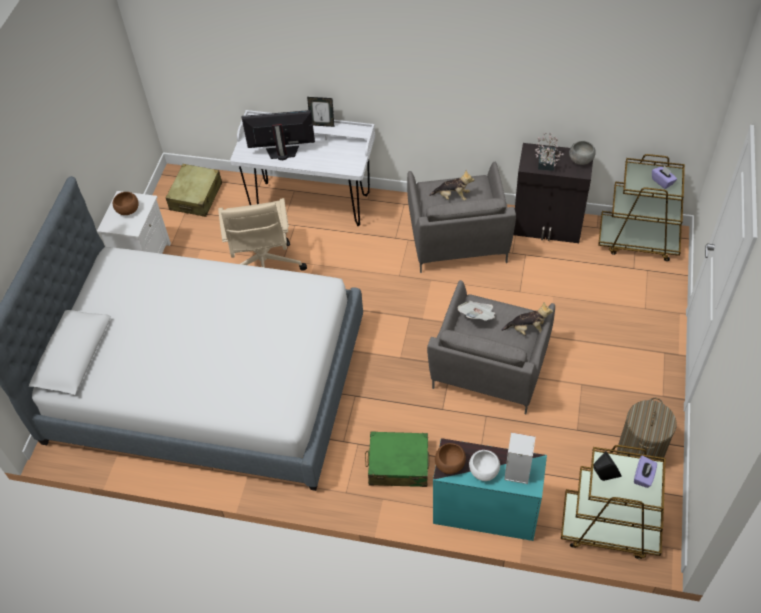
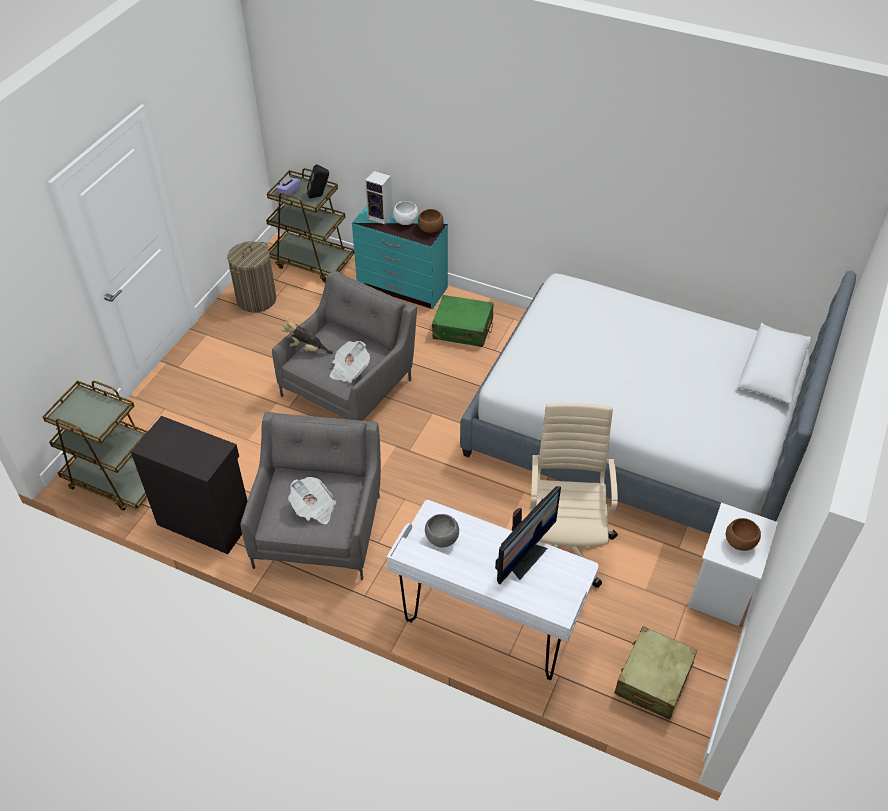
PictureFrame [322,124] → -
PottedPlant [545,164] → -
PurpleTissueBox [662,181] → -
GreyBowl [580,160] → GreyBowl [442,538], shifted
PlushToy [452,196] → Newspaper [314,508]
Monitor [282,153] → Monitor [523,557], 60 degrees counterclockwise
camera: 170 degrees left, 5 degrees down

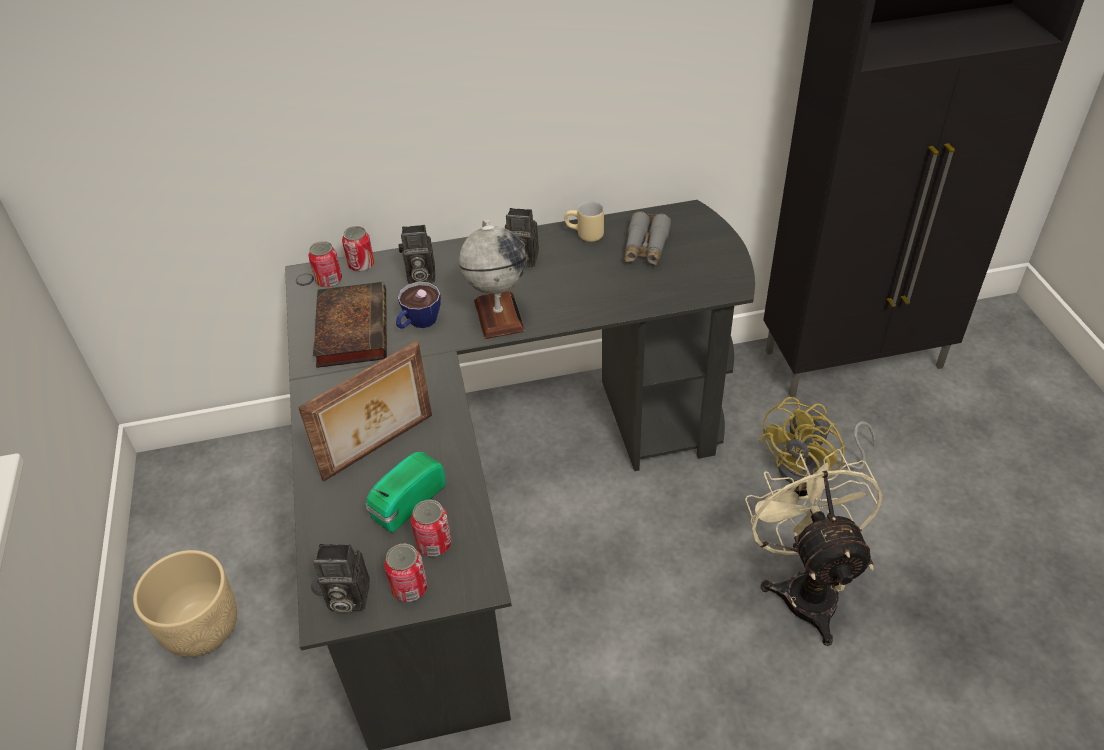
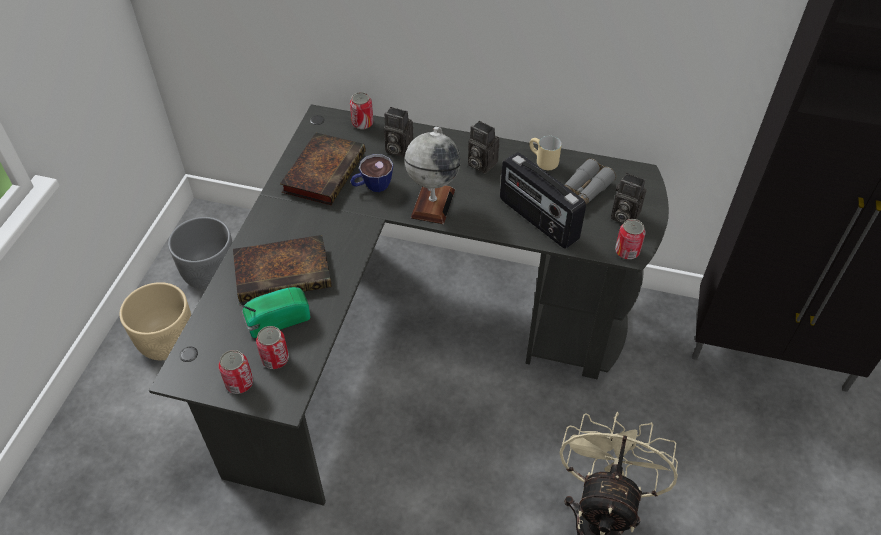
YellowFan [811,468] → -
- → GreyPlanter [211,273]
- → Radio [537,220]
Can [329,280] → Can [627,251], shifted
PhotoCamera [346,598] → PhotoCamera [623,216], shifted
PictureFrame [380,448] → Book [285,272]
camera: 25 degrees right, 5 degrees up

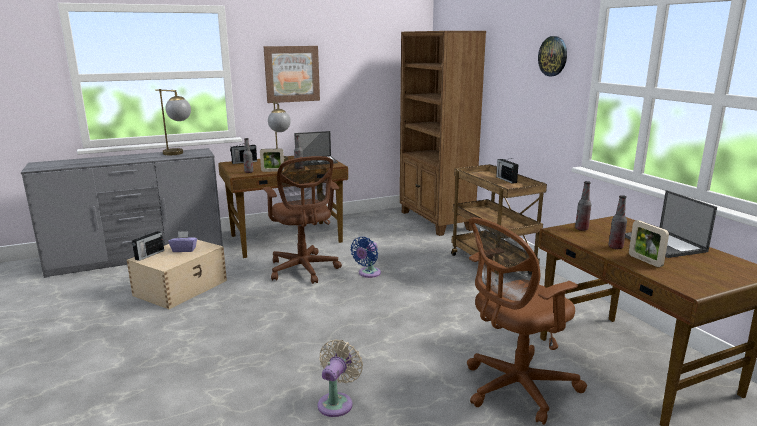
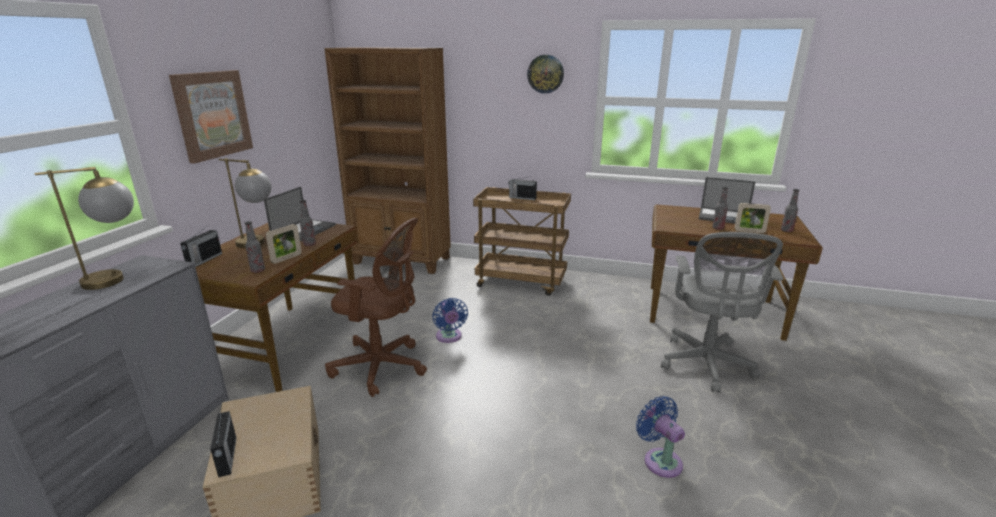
PurpleTissueBox [184,250] → -
Bottle [581,229] → Bottle [786,231], shifted
BeigeFan [337,402] → BlueFan [660,460]
BrownOfficeChair [515,389] → GreyOfficeChair [706,365]
camera: 50 degrees left, 5 degrees up

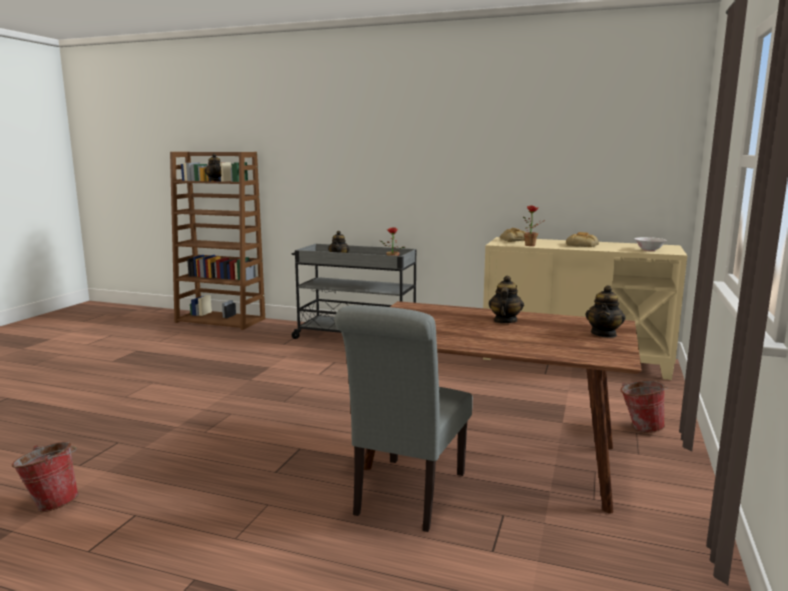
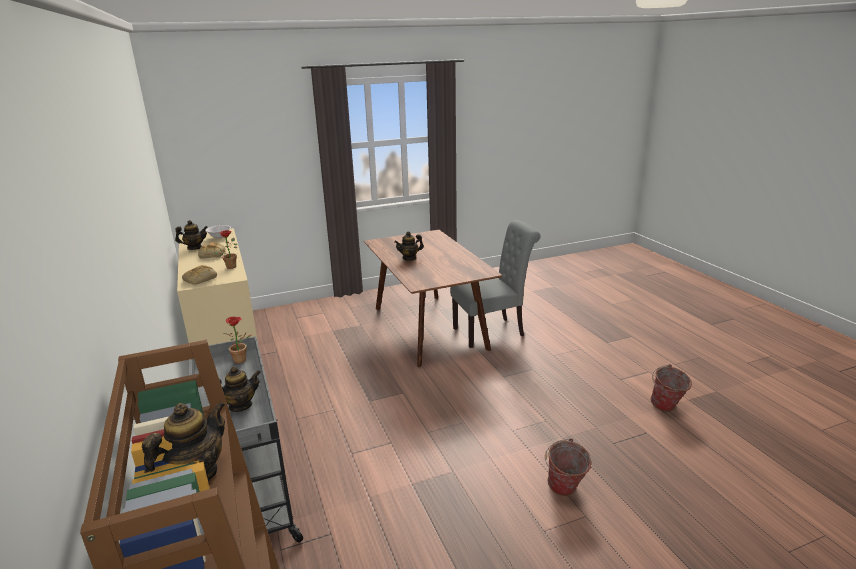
Teapot [604,334] → Teapot [194,248], shifted
Bucket [640,427] → Bucket [564,491], shifted
camera: 130 degrees left, 10 degrees up

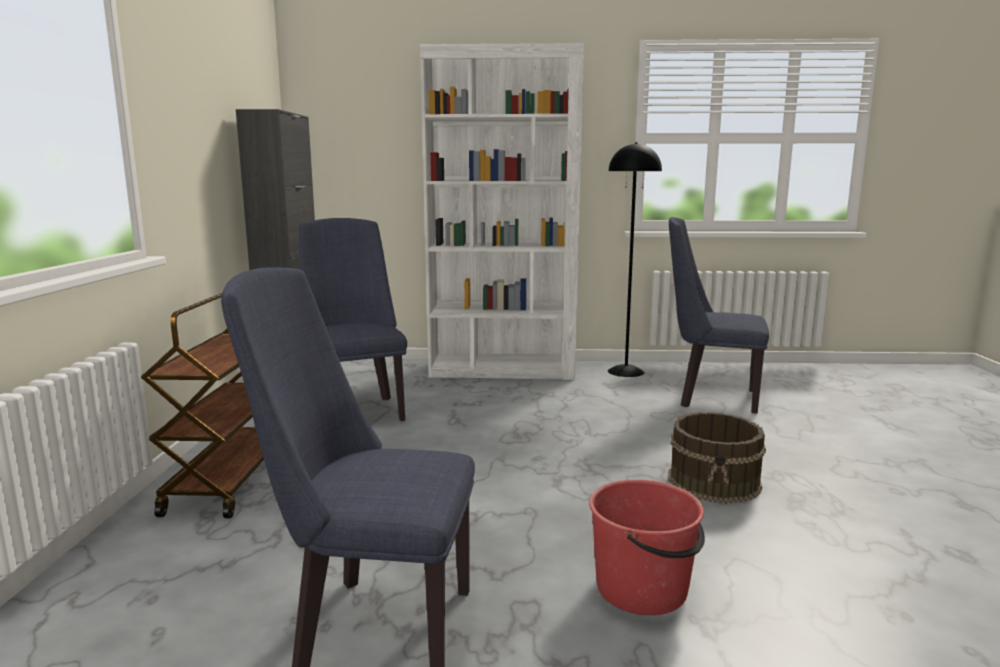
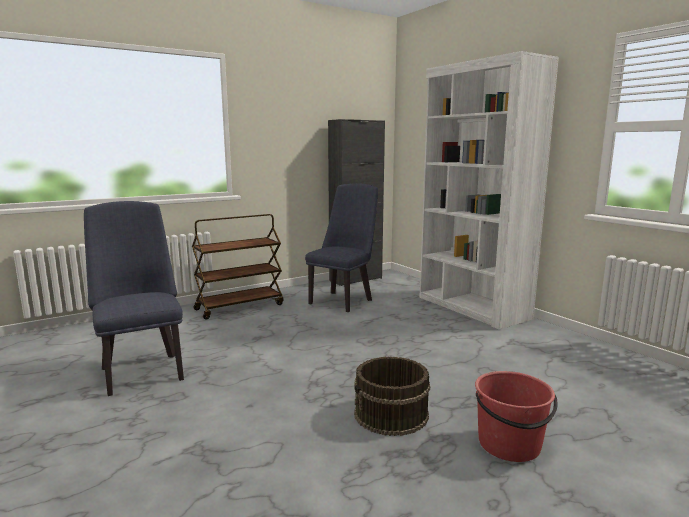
BlackFloorLamp [625,371] → -
BlueChair [709,397] → -
RedBucket [643,589] → RedBucket [509,445], shifted
camera: 55 degrees right, 0 degrees up

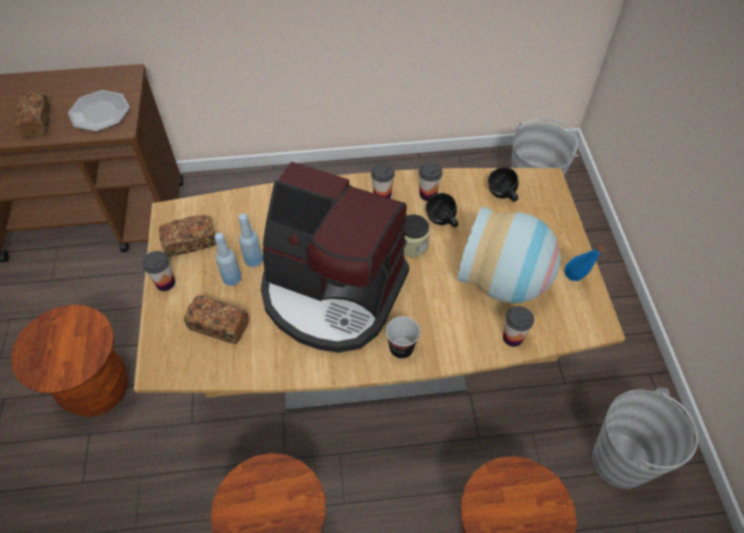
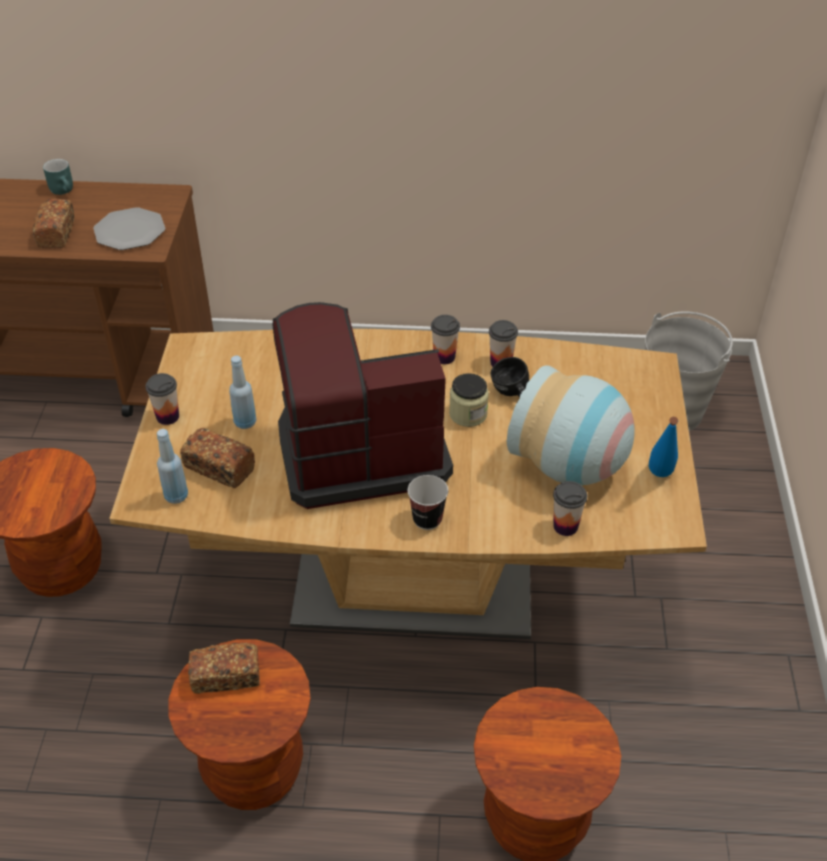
BlackMug [502,196] → -
GreyBucket [621,461] → -
- → TurquoiseMug [65,190]
Bread [190,242] → Bread [226,676], shifted
BlueBottle [253,260] → BlueBottle [176,496], shifted
CoffeeMachine [332,292] → CoffeeMachine [359,451], 135 degrees clockwise
camera: 10 degrees right, 10 degrees down

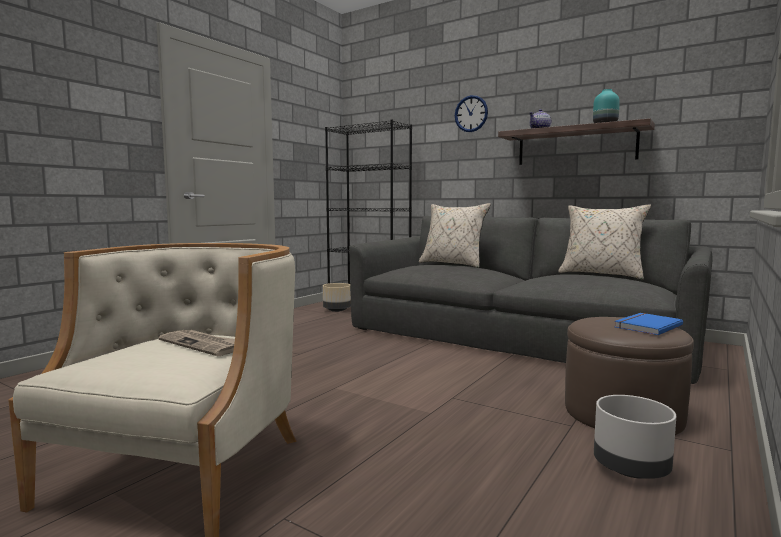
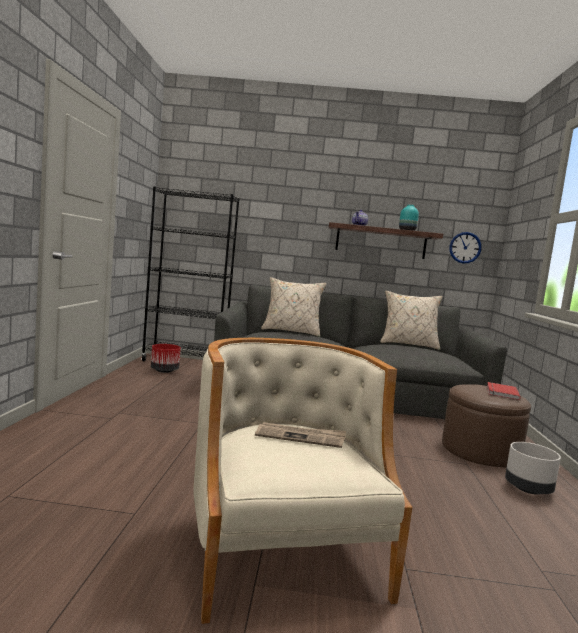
WallClock [471,113] → WallClock [465,247], shifted
BeigePlanter [337,310] → RedPlanter [164,371]
BlueBook [646,326] → RedBook [501,392]
camera: 30 degrees left, 0 degrees up

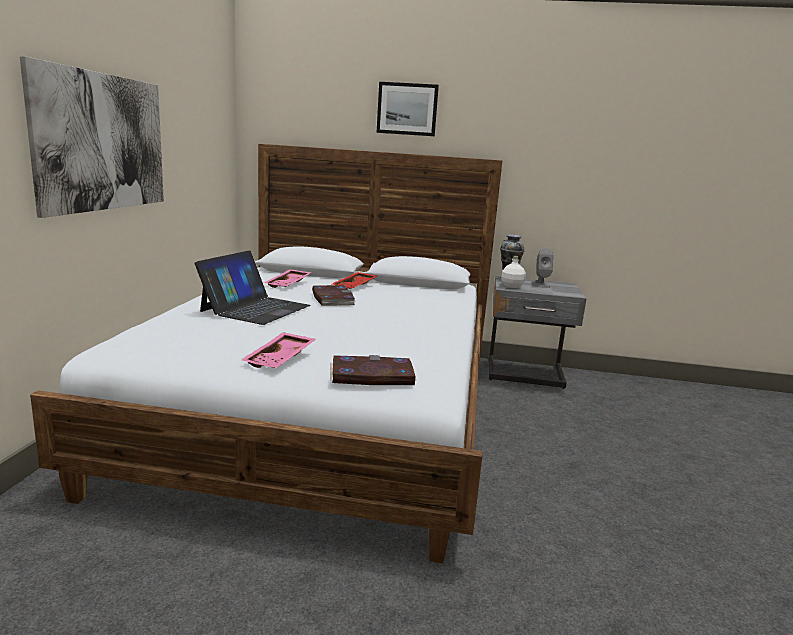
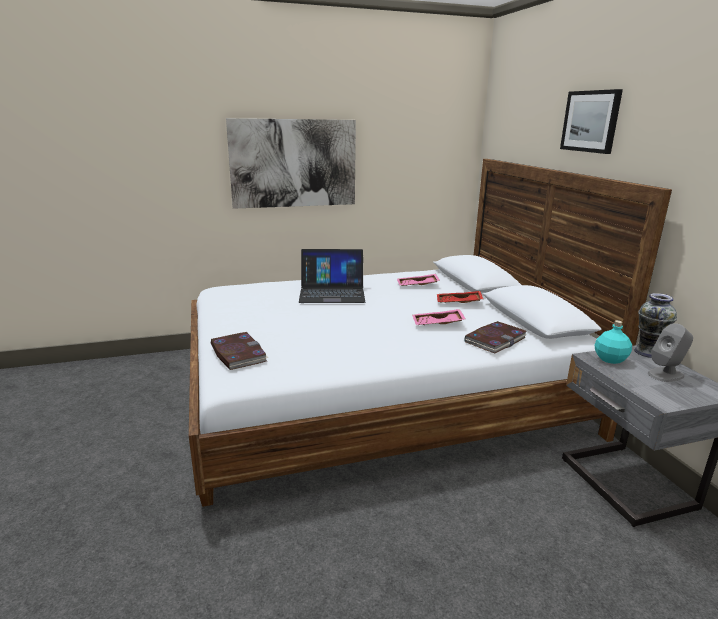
PinkTray [281,359] → PinkTray [438,324], shifted
Book [332,298] → Book [495,339], shifted
WhiteBottle [512,286] → TurquoiseBottle [609,359]
camera: 65 degrees right, 5 degrees up

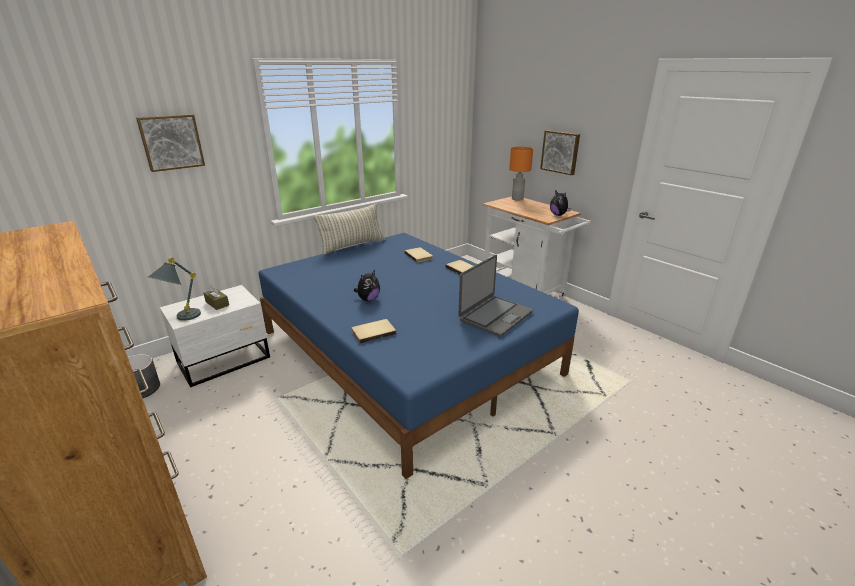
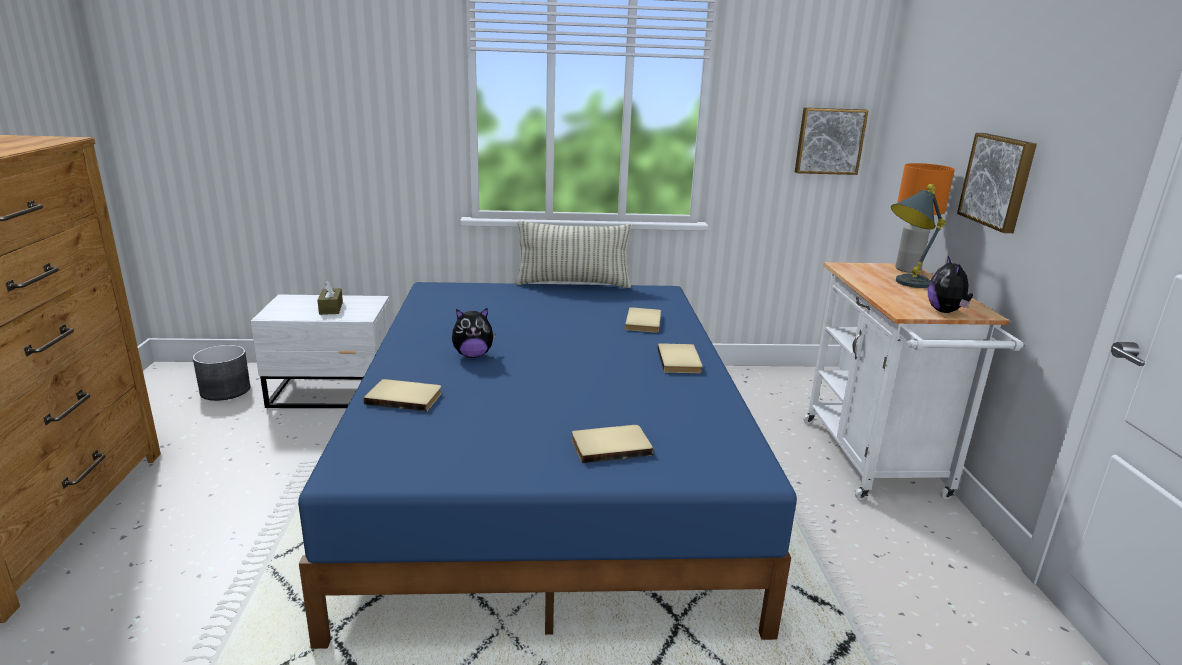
Picture [171,142] → Picture [829,141], shifted
GreyTableLamp [181,319] → GreyTableLamp [904,284], shifted
Laptop [495,316] → BeigeBook [610,445]
camera: 35 degrees right, 5 degrees down

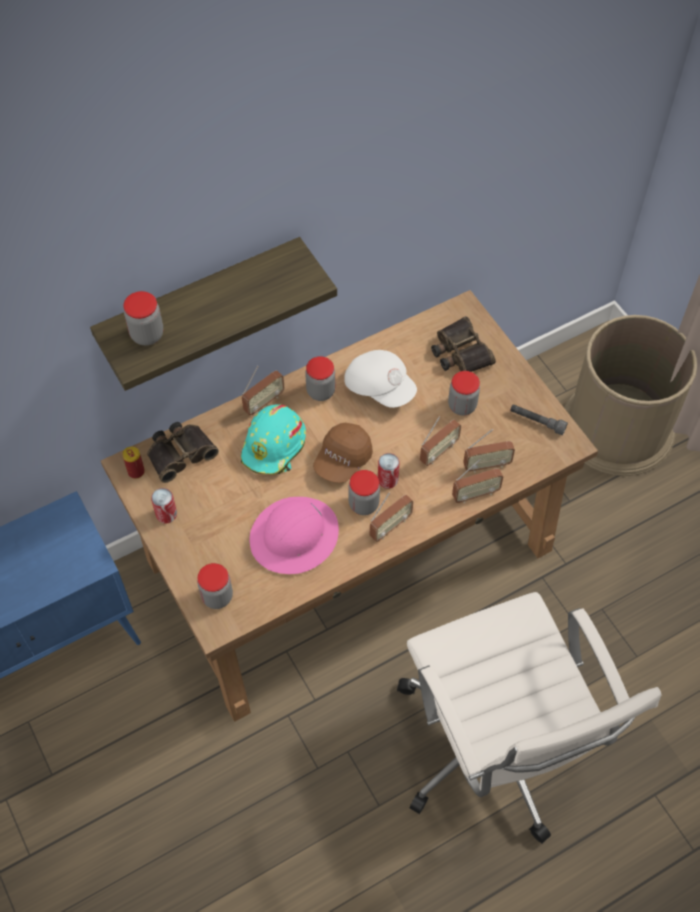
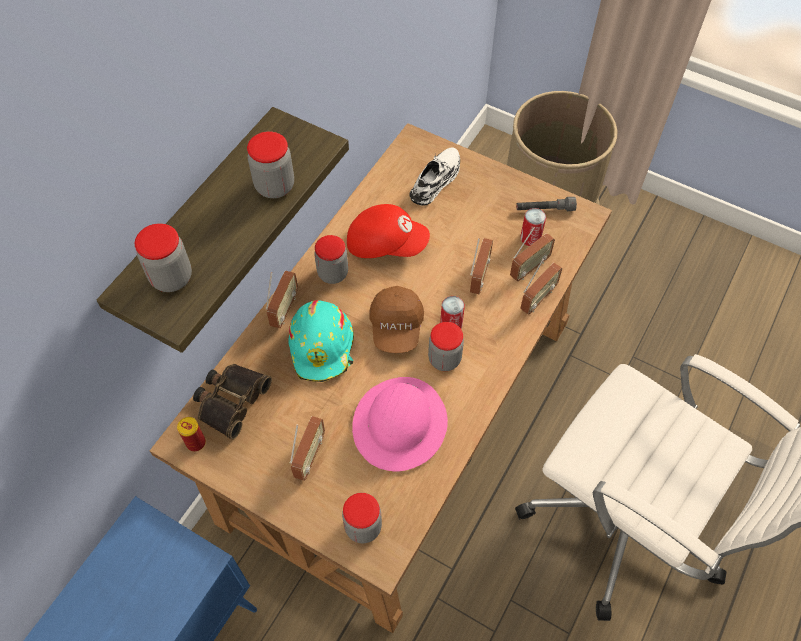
Can [166,514] → Can [530,238], shifted
Radio [390,526] → Radio [309,456], shifted
Jar [462,405] → Jar [275,186], shifted
Binoculars [459,352] → WhiteShoe [436,180]
WhiteCap [380,387] → RedCap [386,243]
camera: 30 degrees left, 0 degrees up

